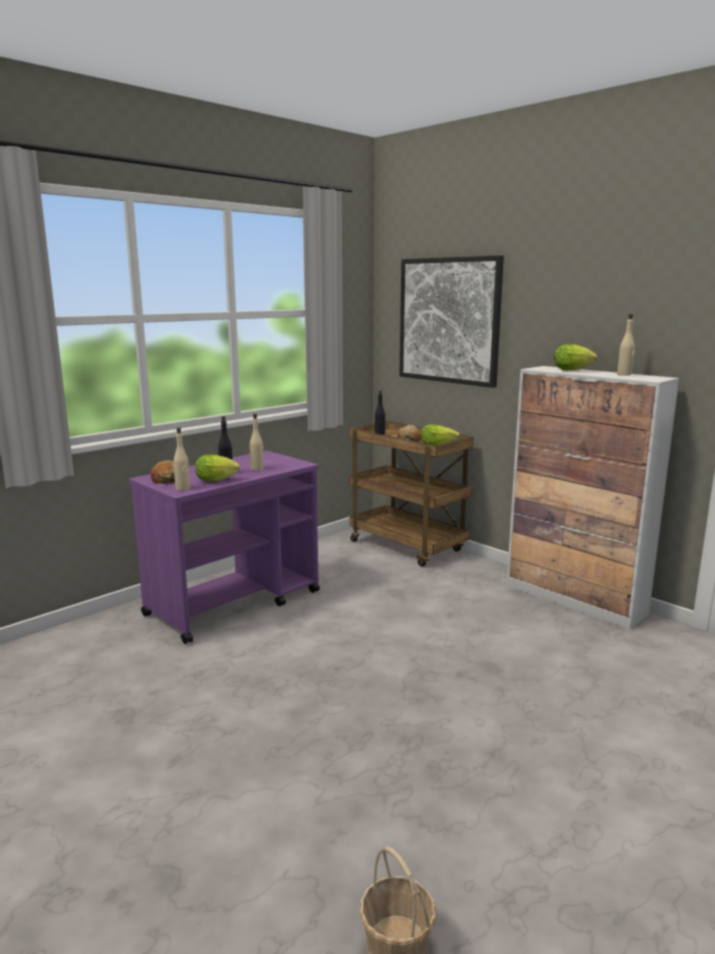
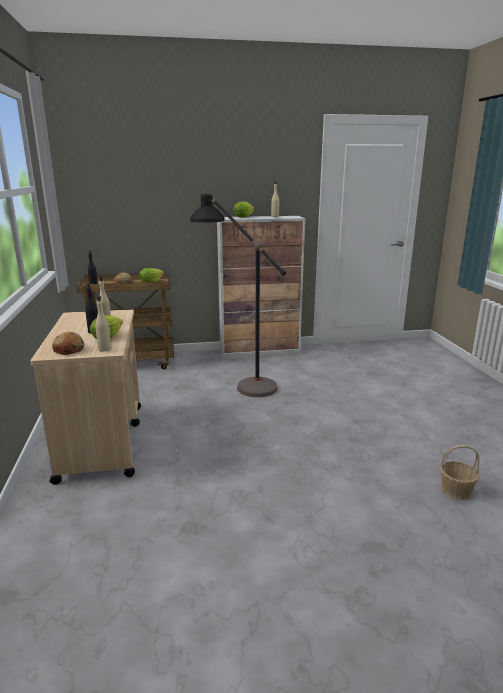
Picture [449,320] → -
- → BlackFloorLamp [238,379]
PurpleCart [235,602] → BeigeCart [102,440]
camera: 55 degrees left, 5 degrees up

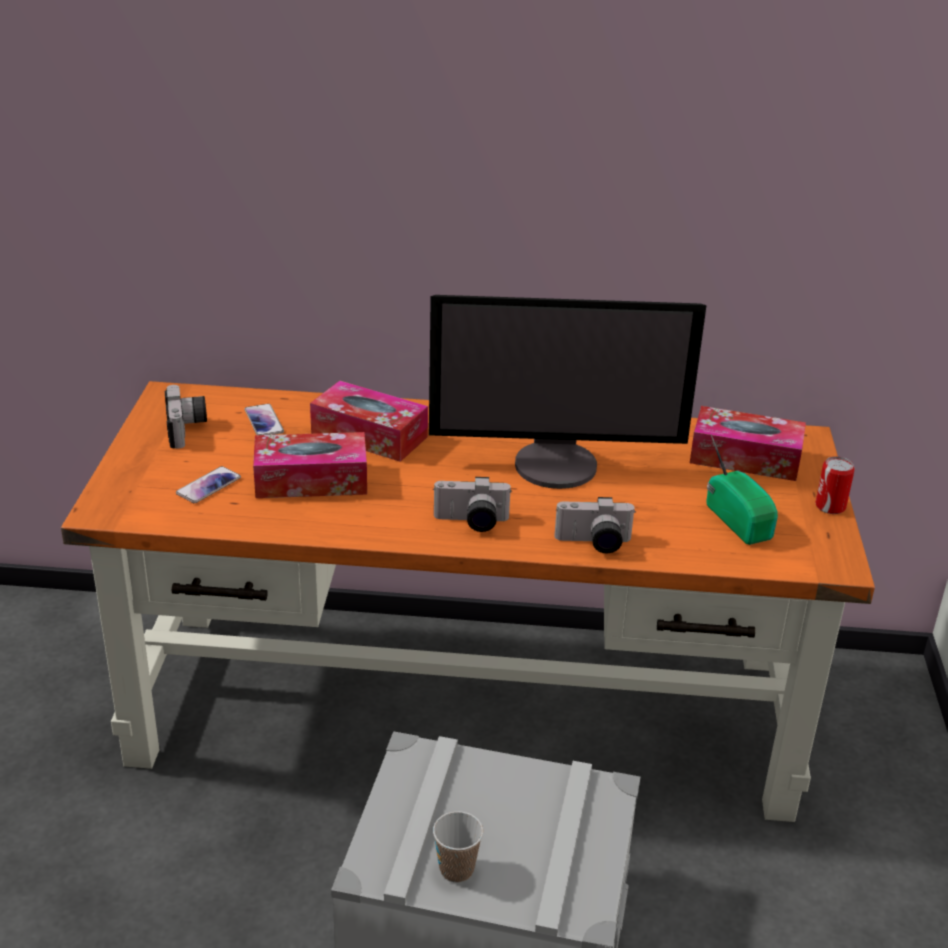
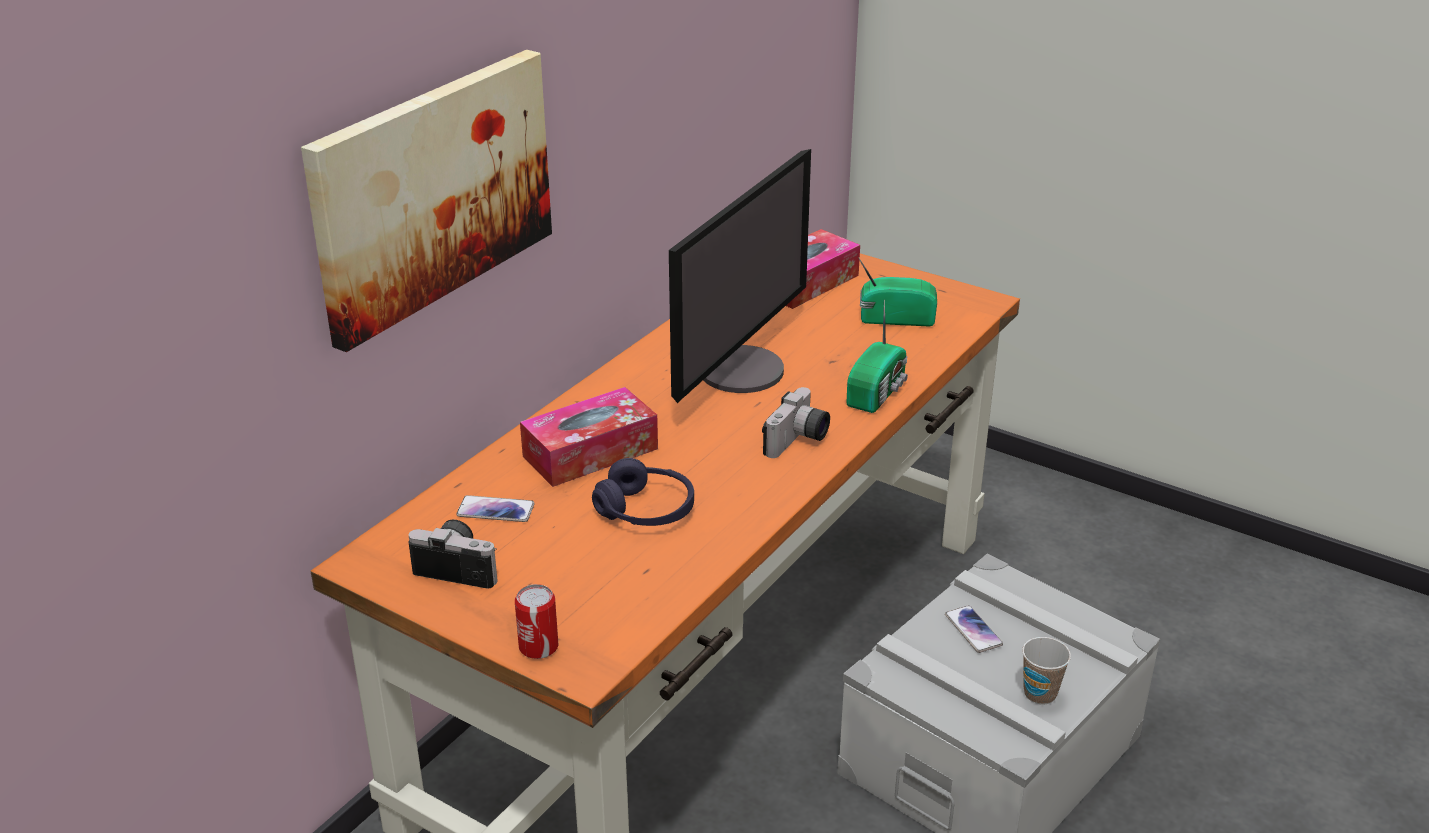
- → Picture [432,192]
Phone [208,486] → Phone [973,630], shifted
Can [830,506] → Can [538,647], shifted
TissueBox [311,480] → PurpleHeadphones [646,510]
PhotoCamera [593,544] → Radio [878,392]
camera: 60 degrees left, 0 degrees up

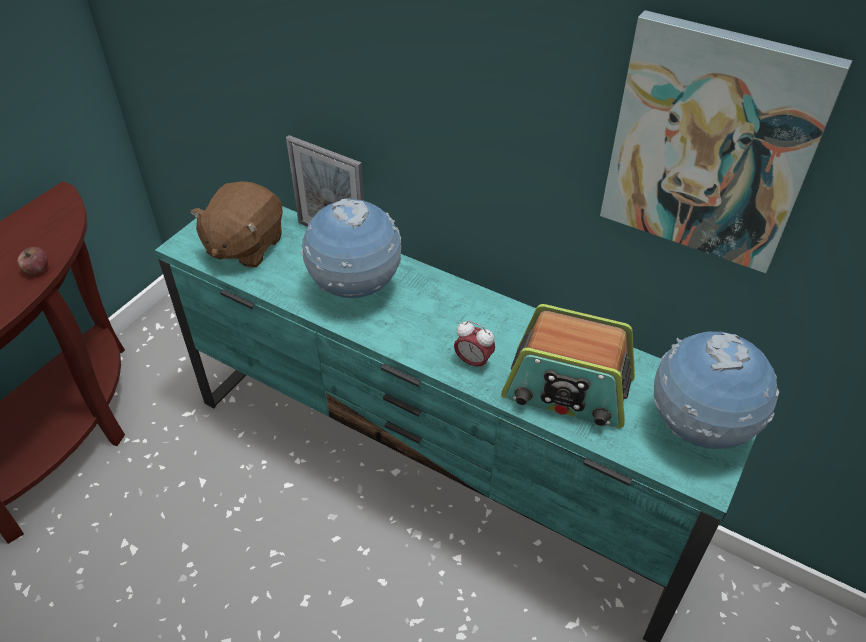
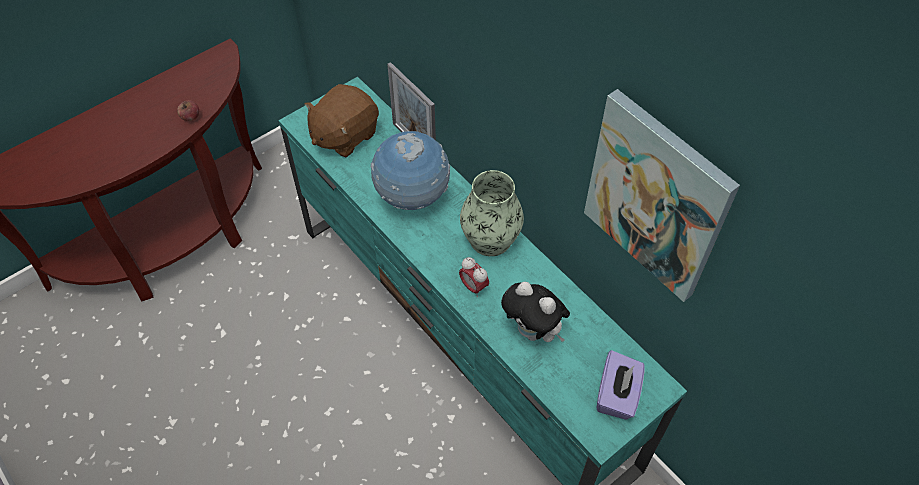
- → Vase [490,239]
Radio [567,389] → PlushToy [533,331]
Globe [698,429] → PurpleTissueBox [617,395]
camera: 20 degrees right, 10 degrees up

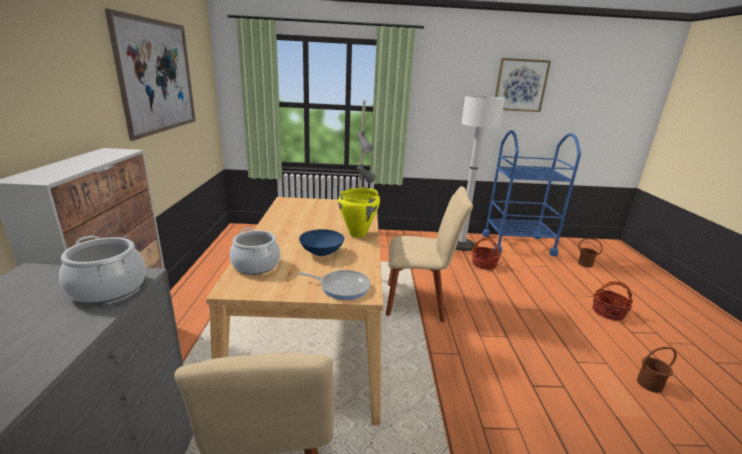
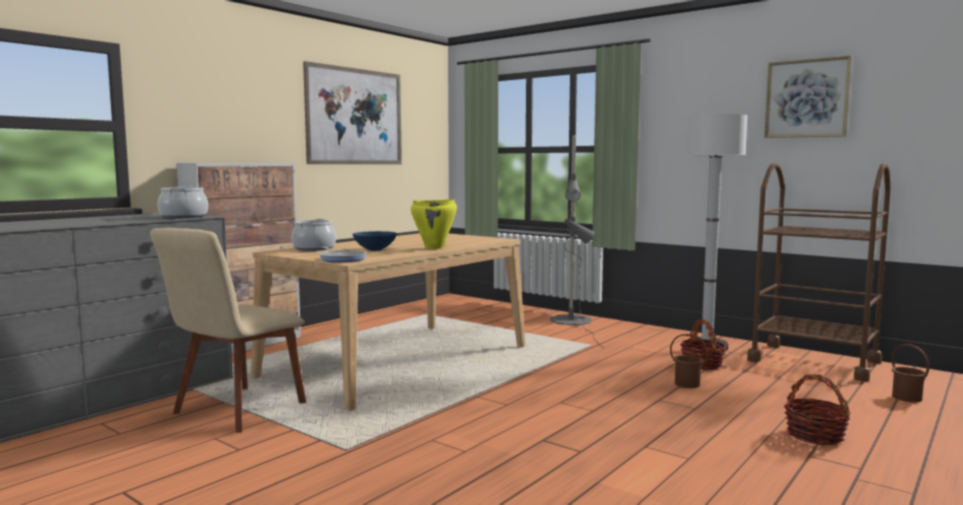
BeigeChair [418,302] → -
BrownBucket [649,384] → BrownBucket [687,384], shifted
BlueCart [517,244] → BrownCart [813,361]
camera: 40 degrees right, 15 degrees down

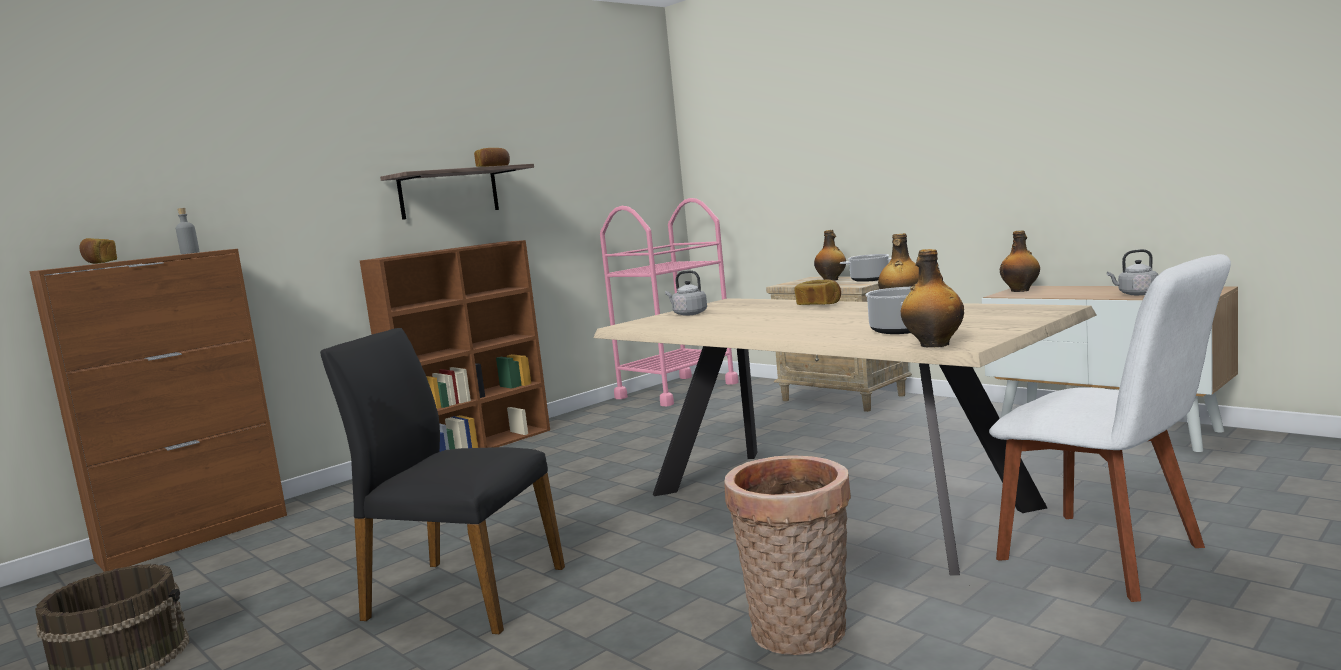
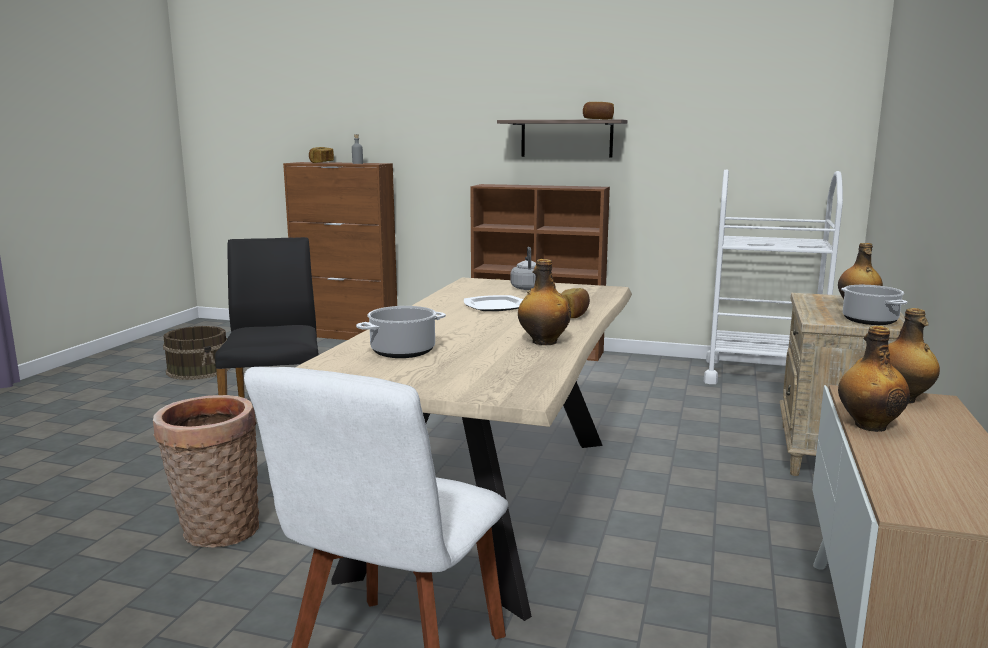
GreyKettle [1136,294] → -
- → Plate [495,306]
Bottle [933,345] → Bottle [869,425], shifted
PinkCart [676,390] → WhiteCart [762,376]
camera: 60 degrees right, 5 degrees up

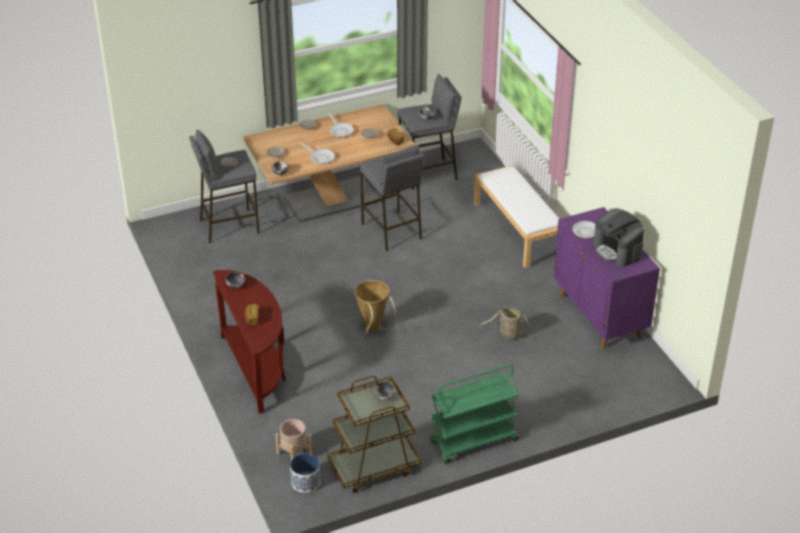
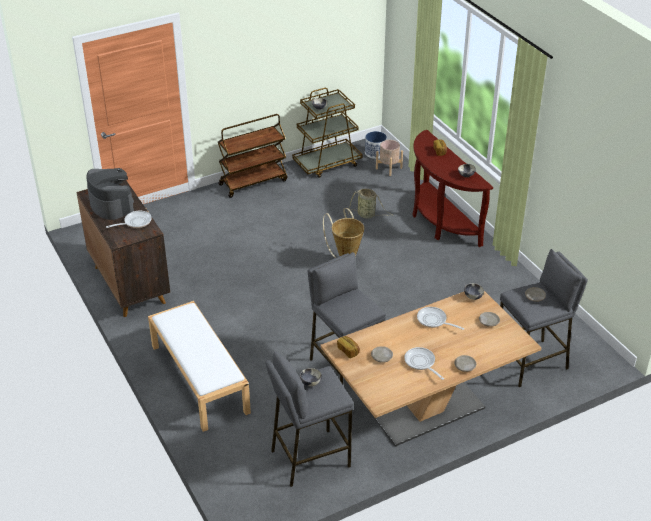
Basket [508,335] → Basket [367,215], shifted
GreenCart [473,442] → BrownCart [253,182]
PurpleCabinet [599,316] → BrownCabinet [129,284]
camera: 175 degrees right, 0 degrees up

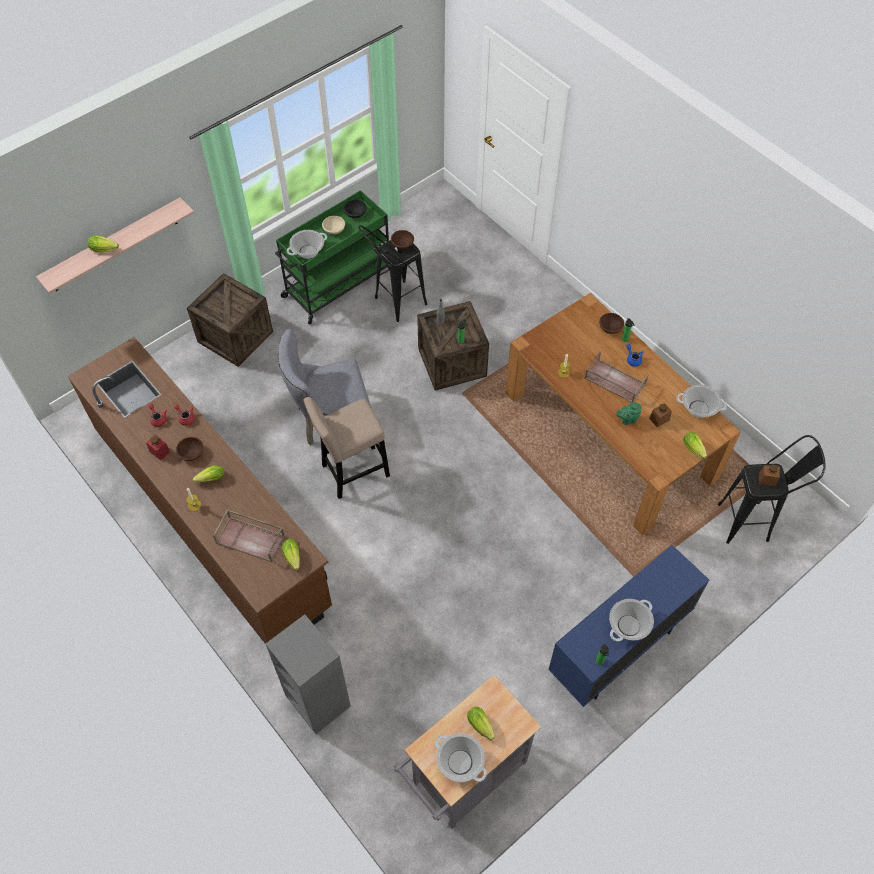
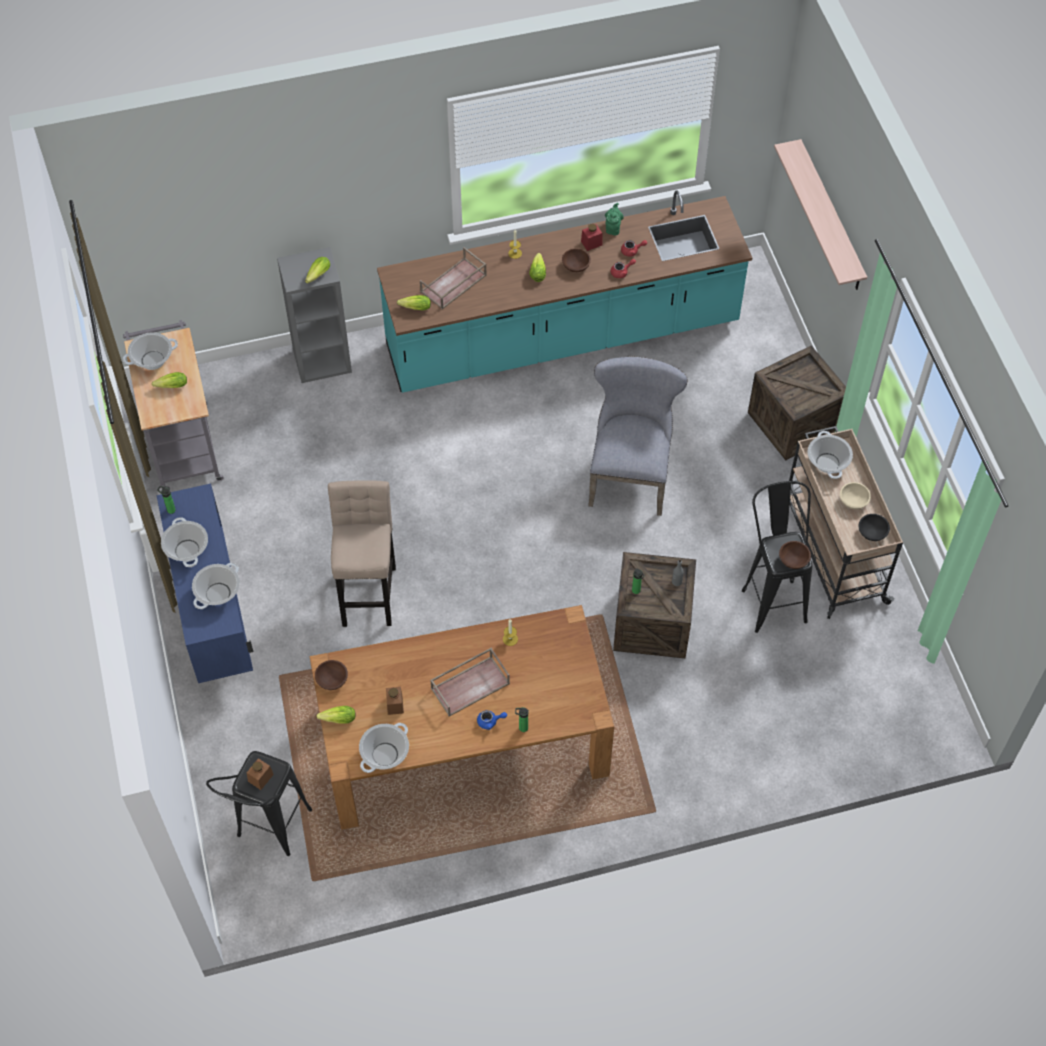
- → CookingPot [218,593]
Lettuce [105,249] → Lettuce [317,276], shifted
BeigeStool [352,472] → BeigeStool [368,592], shifted
BrownBowl [610,328] → BrownBowl [332,679], shifted
GreenTeapot [627,419] → GreenTeapot [613,228], shifted
BrownCounter [211,516] → TurquoiseCounter [562,337]
GreenCart [337,284] → BeigeCart [832,549]
camera: 115 degrees right, 0 degrees up

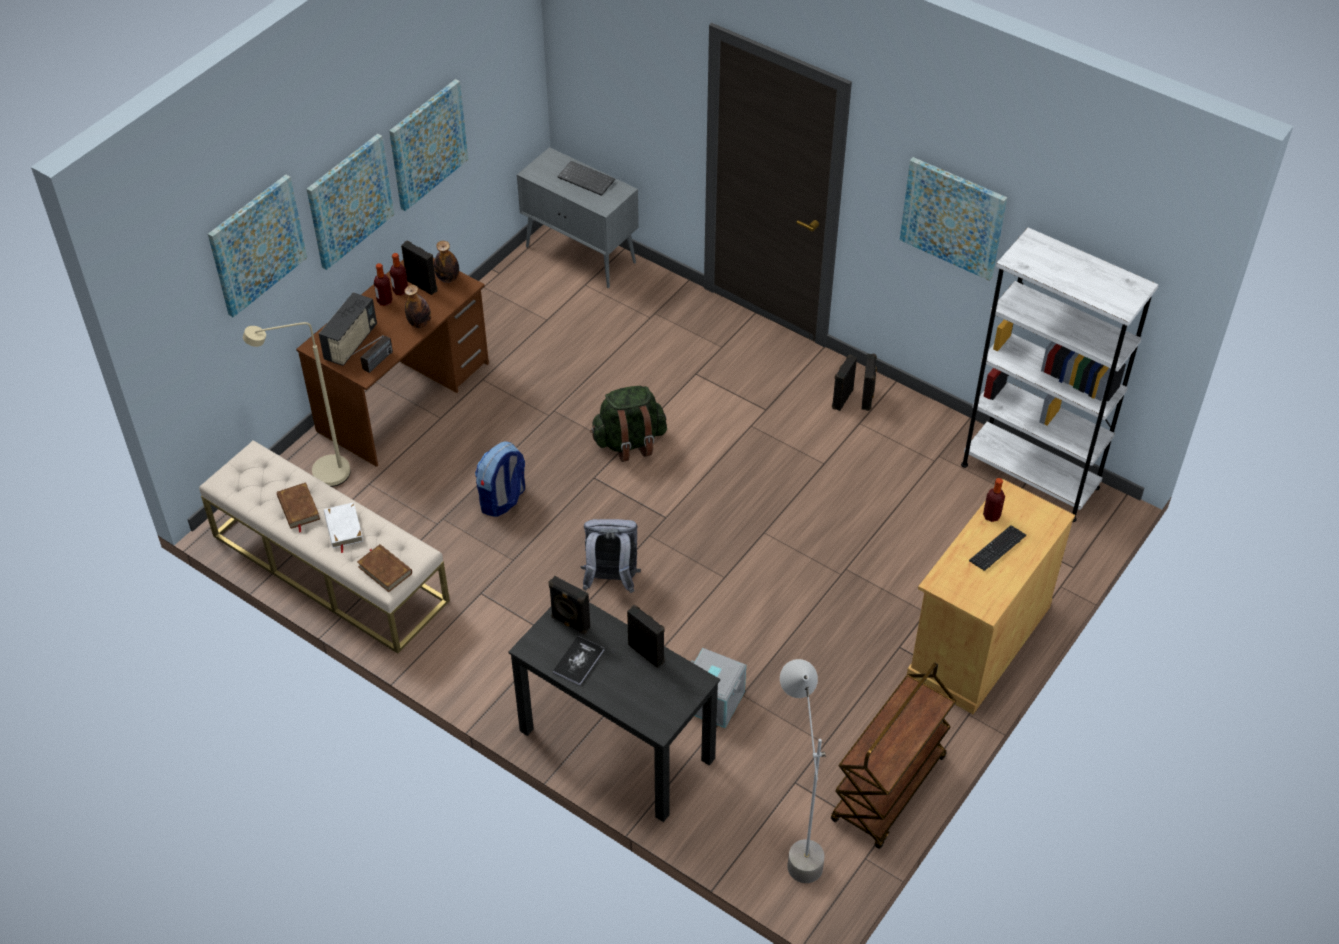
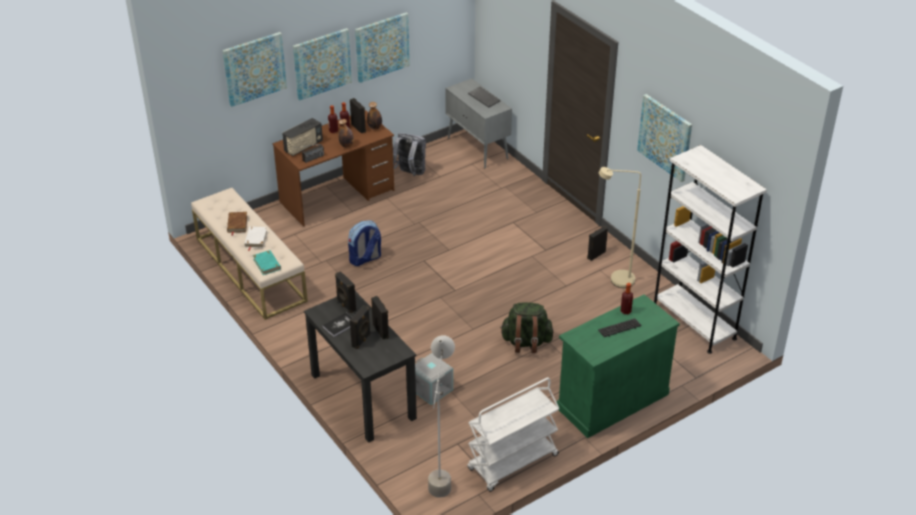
BeigeFloorLamp [320,474] → BeigeFloorLamp [615,280], shifted
GreyBackpack [611,580] → GreyBackpack [410,173], shifted
GreenBackpack [629,442] → GreenBackpack [526,342], shifted
BlackSpeaker [867,398] → BlackSpeaker [361,340], shifted
BrownBook [385,570] → TurquoiseBook [267,264]
BrownCart [889,790] → WhiteCart [512,463]
BeigeCabinet [978,641] → GreenCabinet [612,401]
camera: 20 degrees right, 10 degrees down

